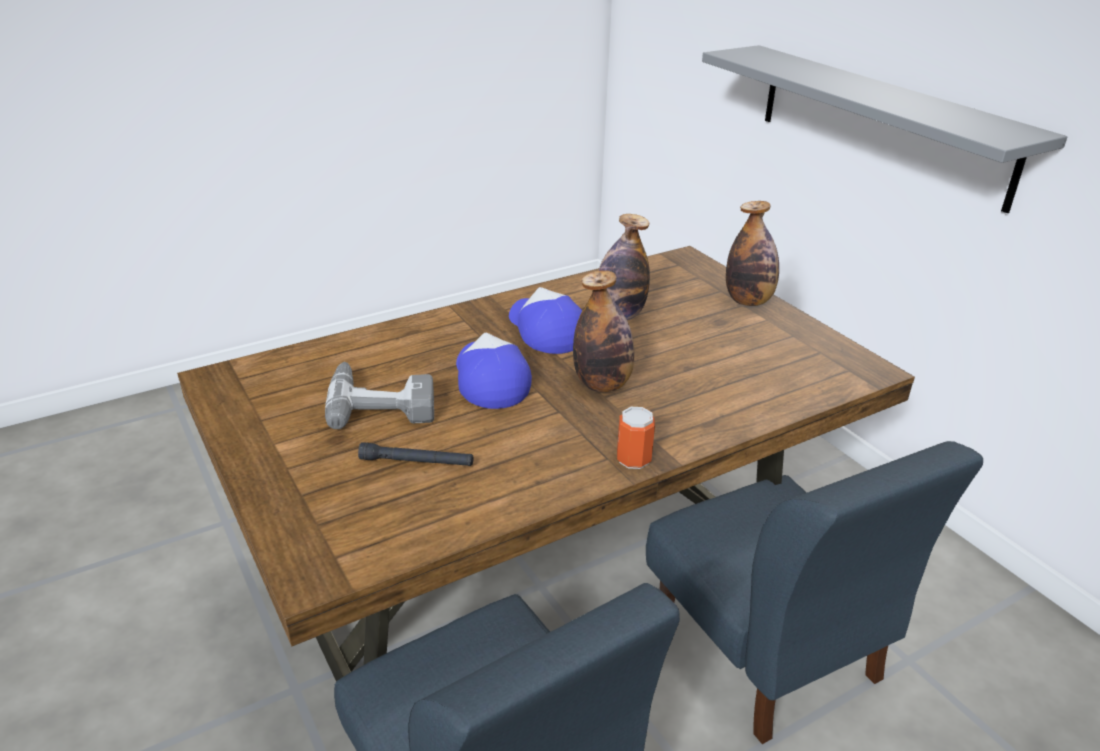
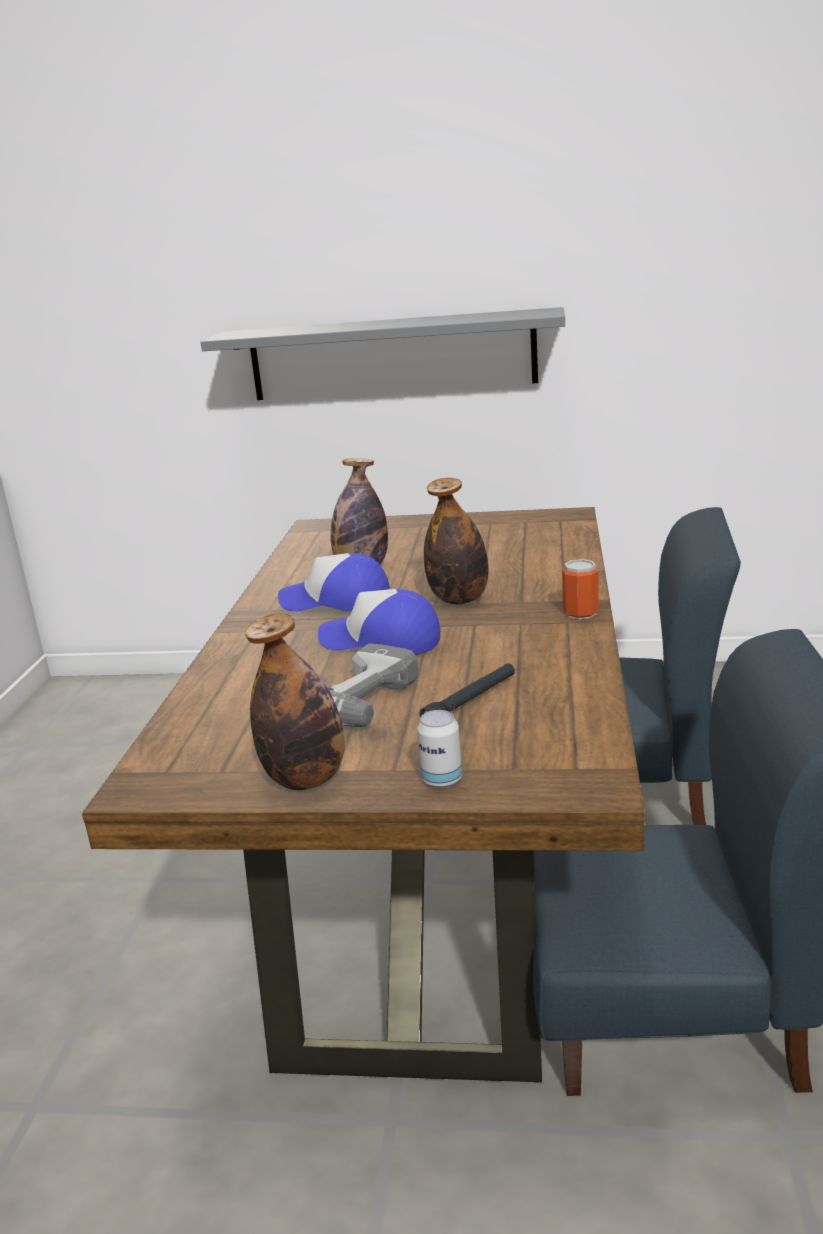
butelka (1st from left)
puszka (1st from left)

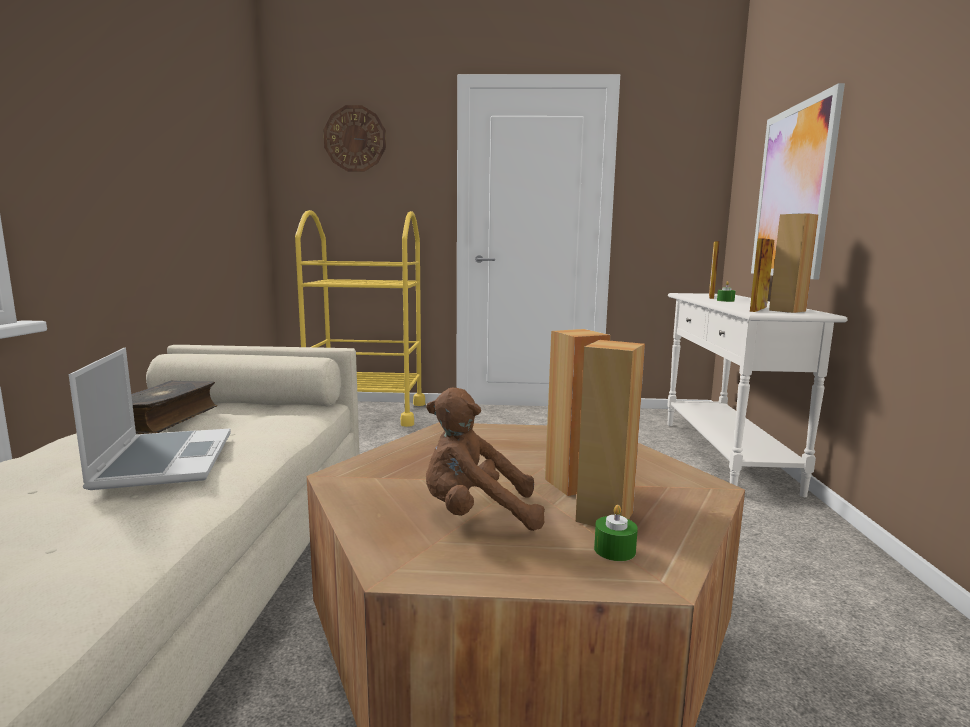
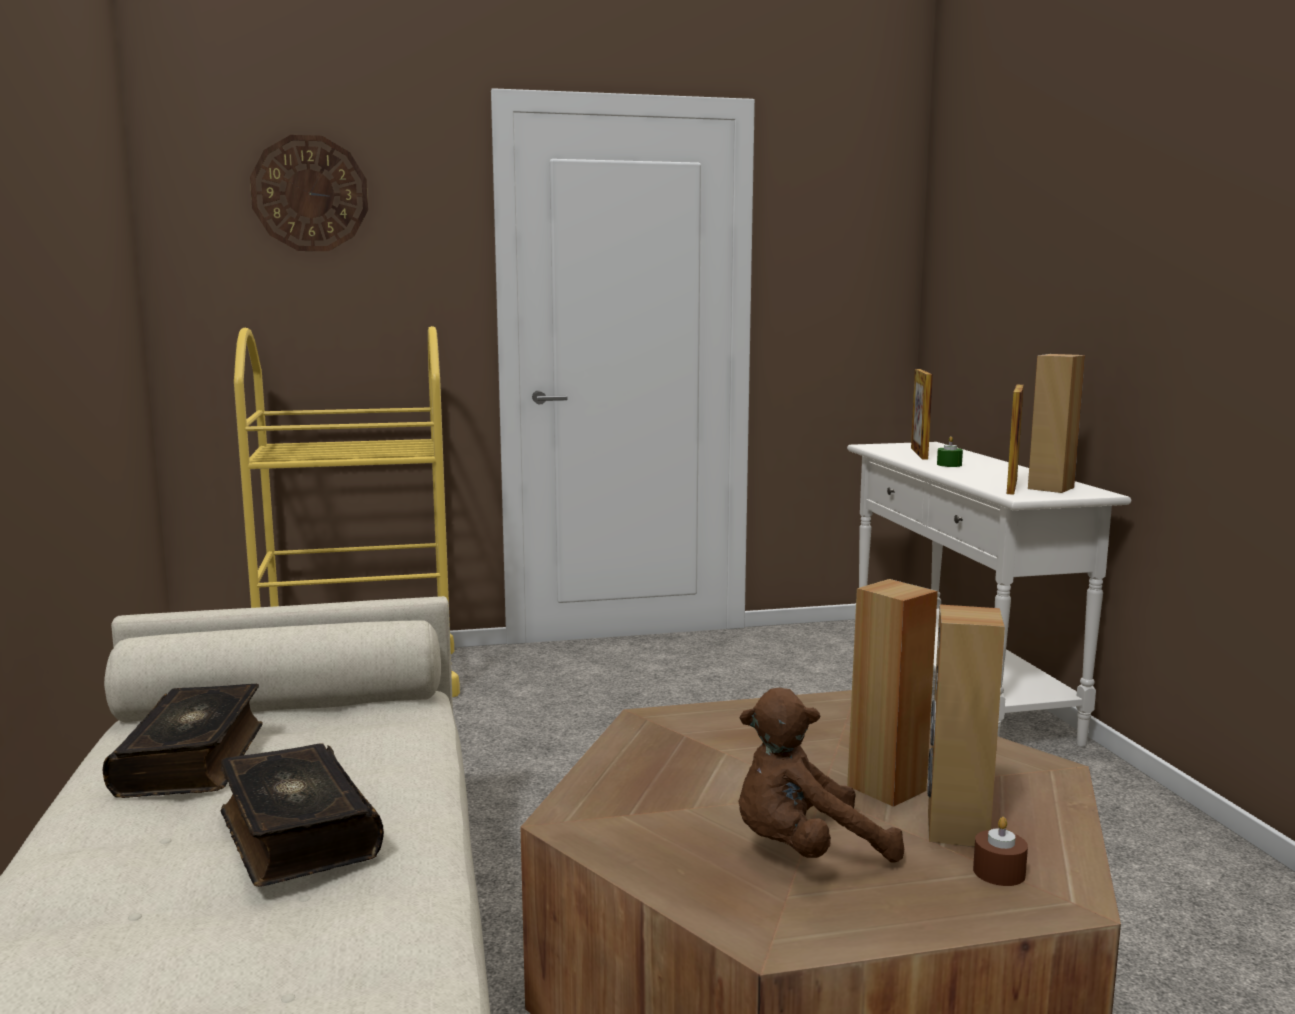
książka (2nd from left)
świeca/brązowy
obraz

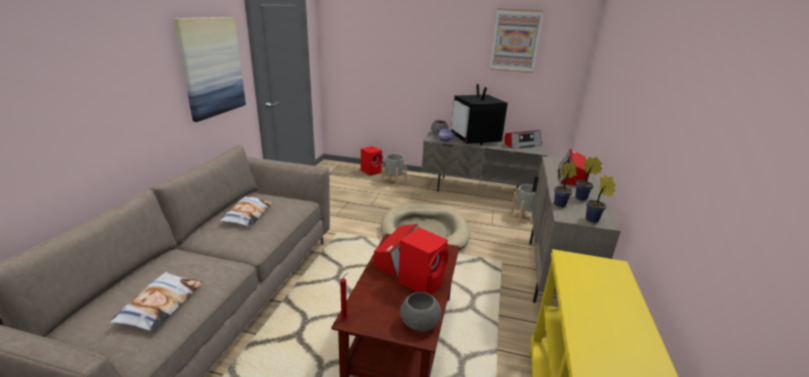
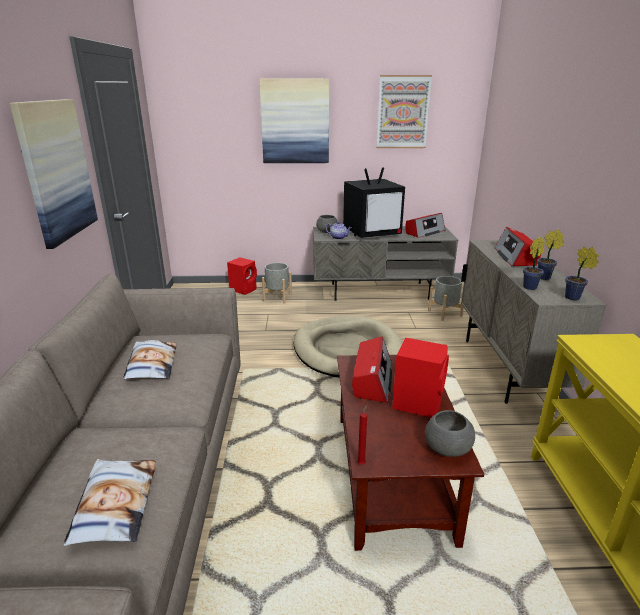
telewizor
obraz (2nd from left)

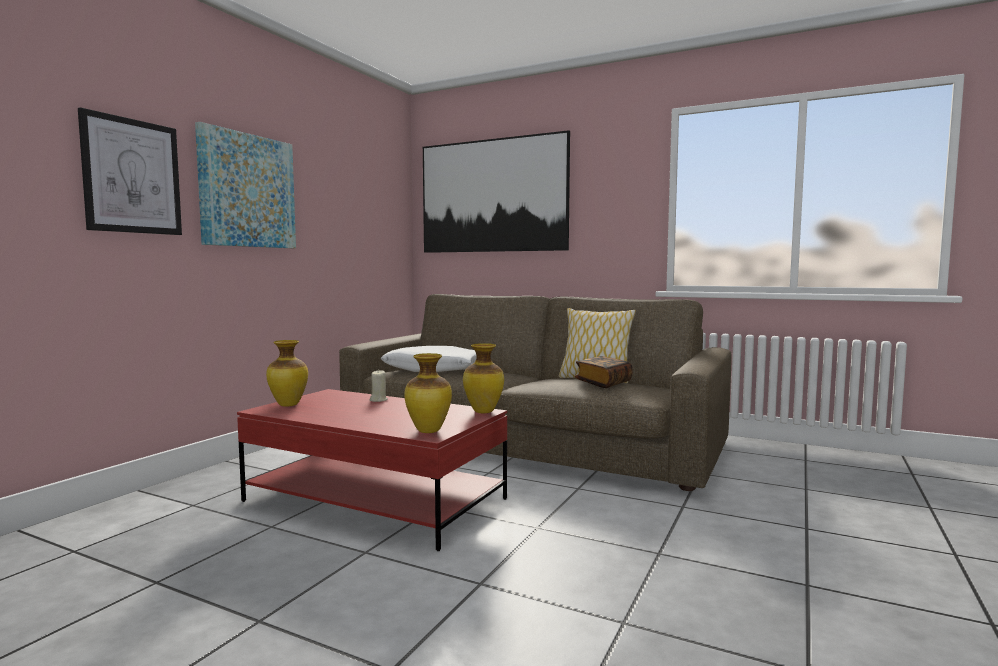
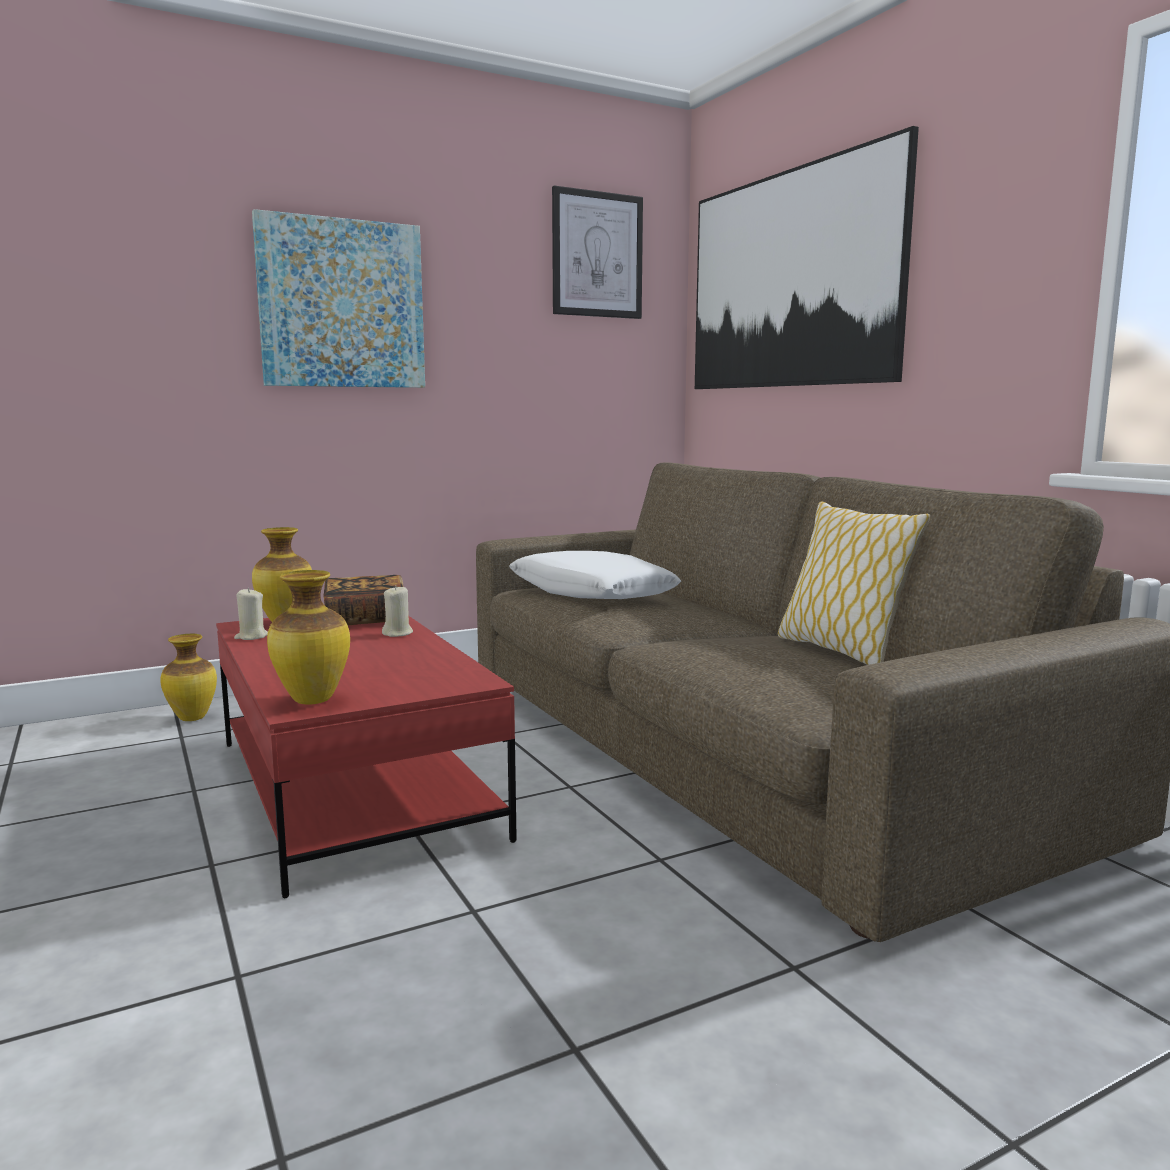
obraz (2nd from left)
wazon (1st from left)
książka
świeca/beżowy (1st from left)

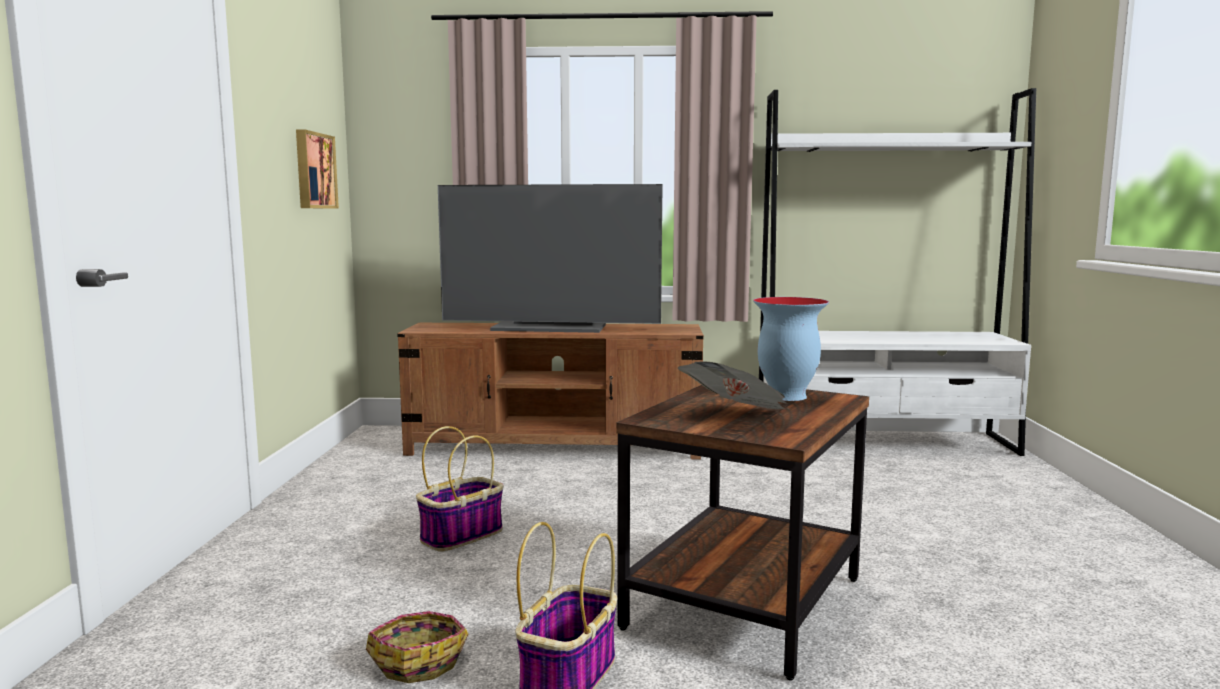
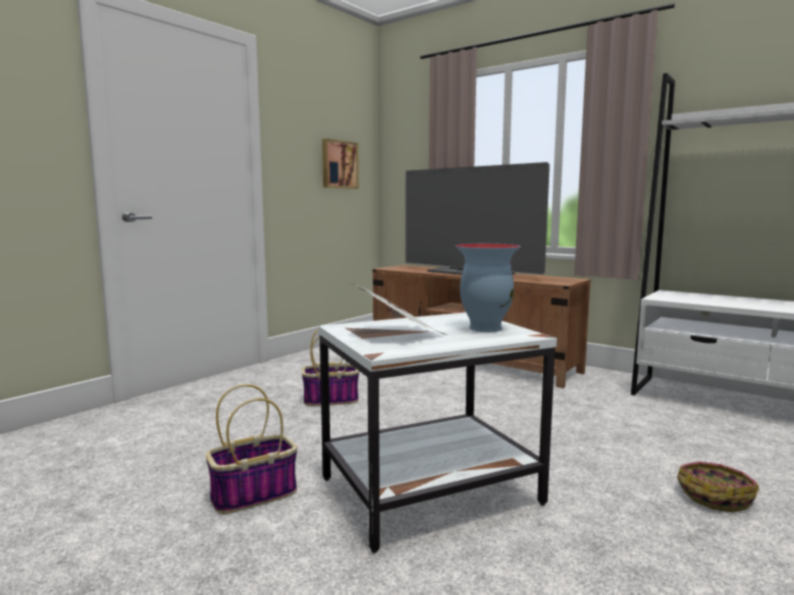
koszyk (3rd from left)
stolik/biały

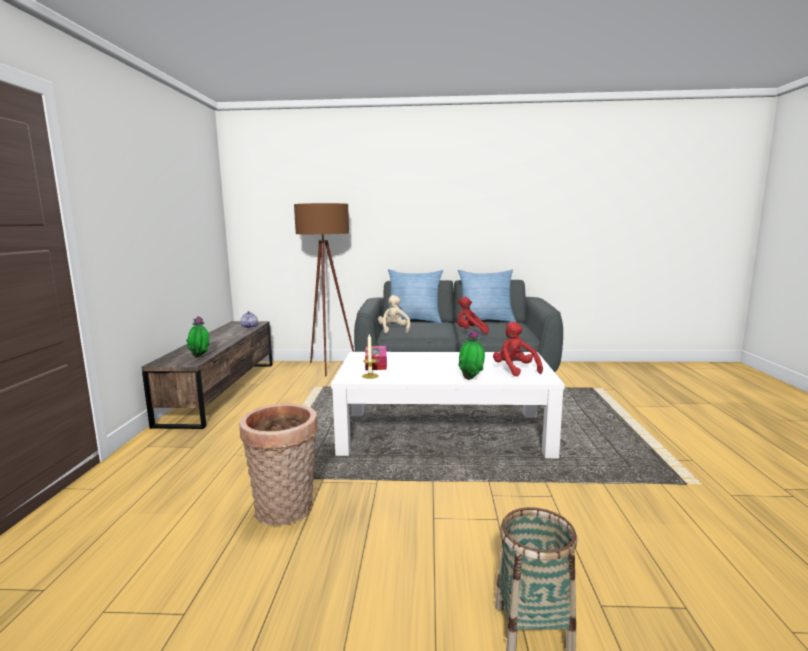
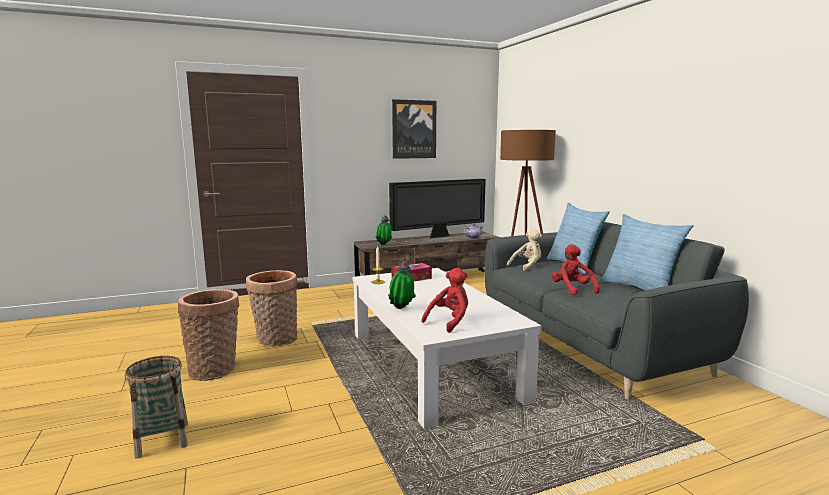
koszyk (2nd from left)
telewizor
obraz

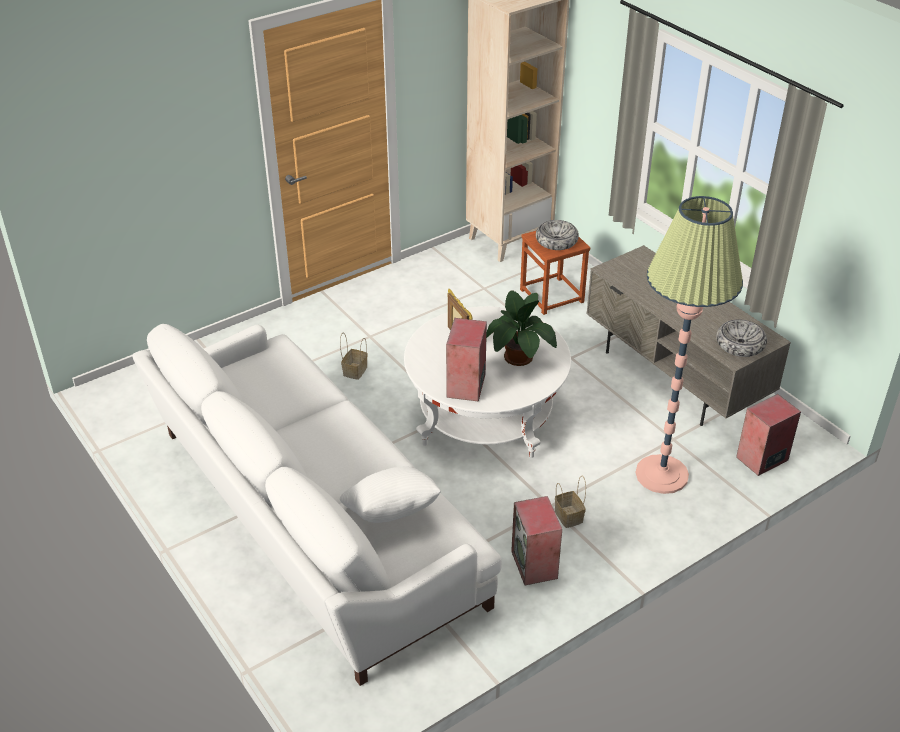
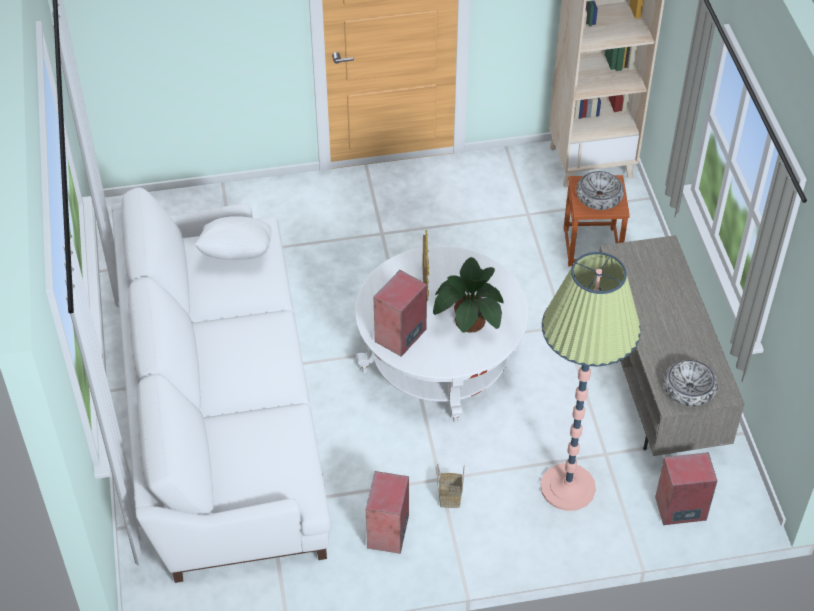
koszyk (1st from left in the first image)
poduszka/biały

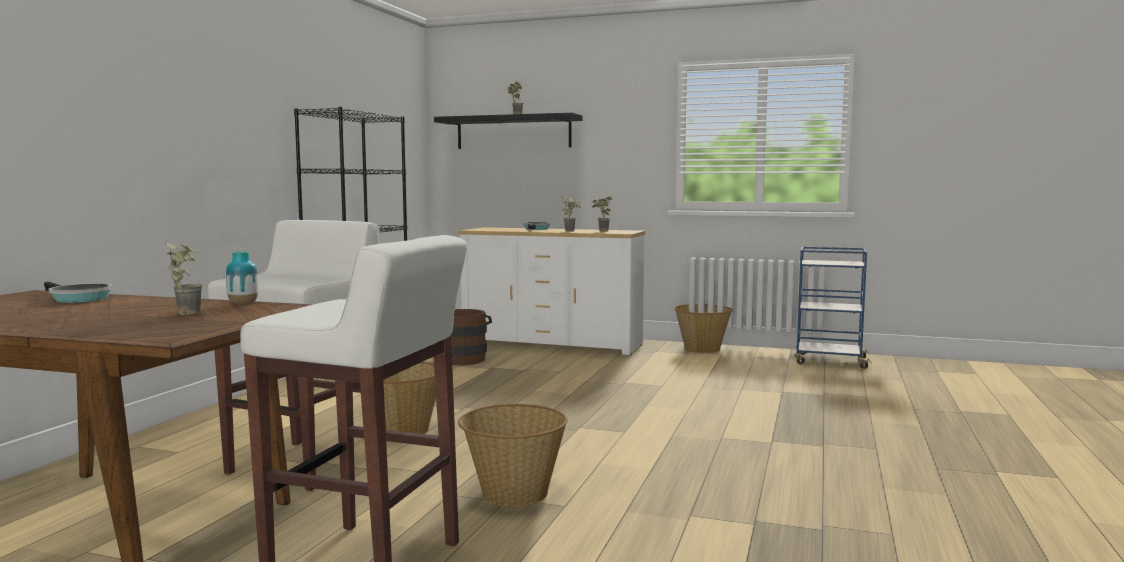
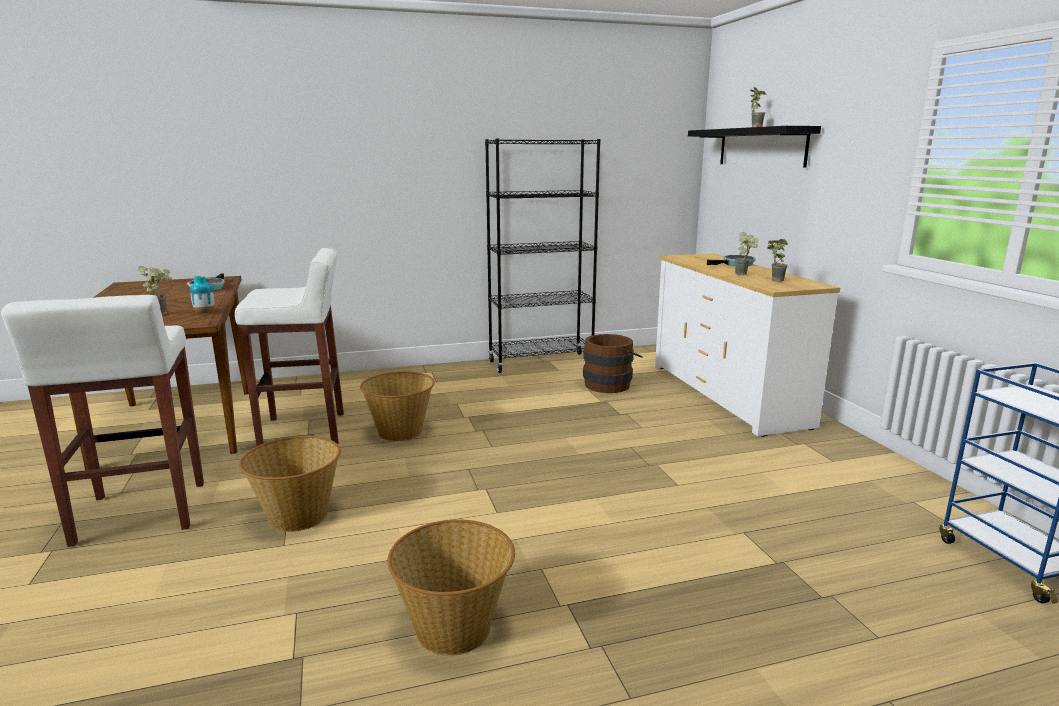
koszyk (3rd from left)

